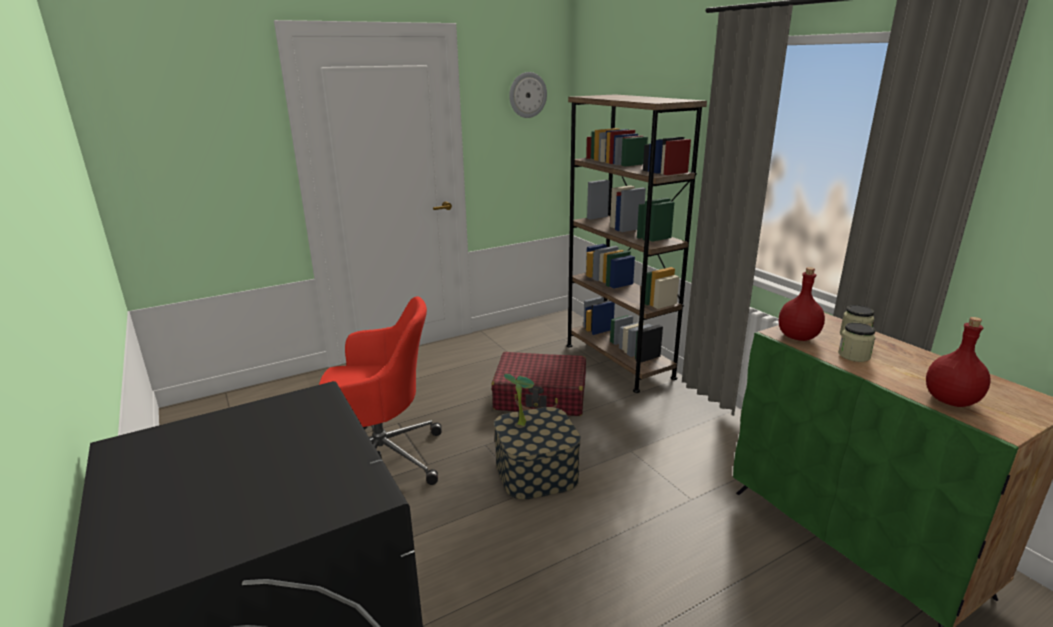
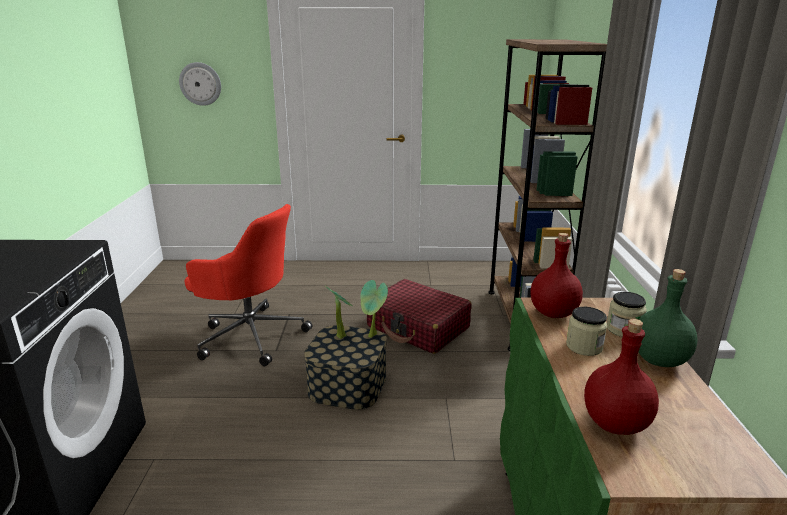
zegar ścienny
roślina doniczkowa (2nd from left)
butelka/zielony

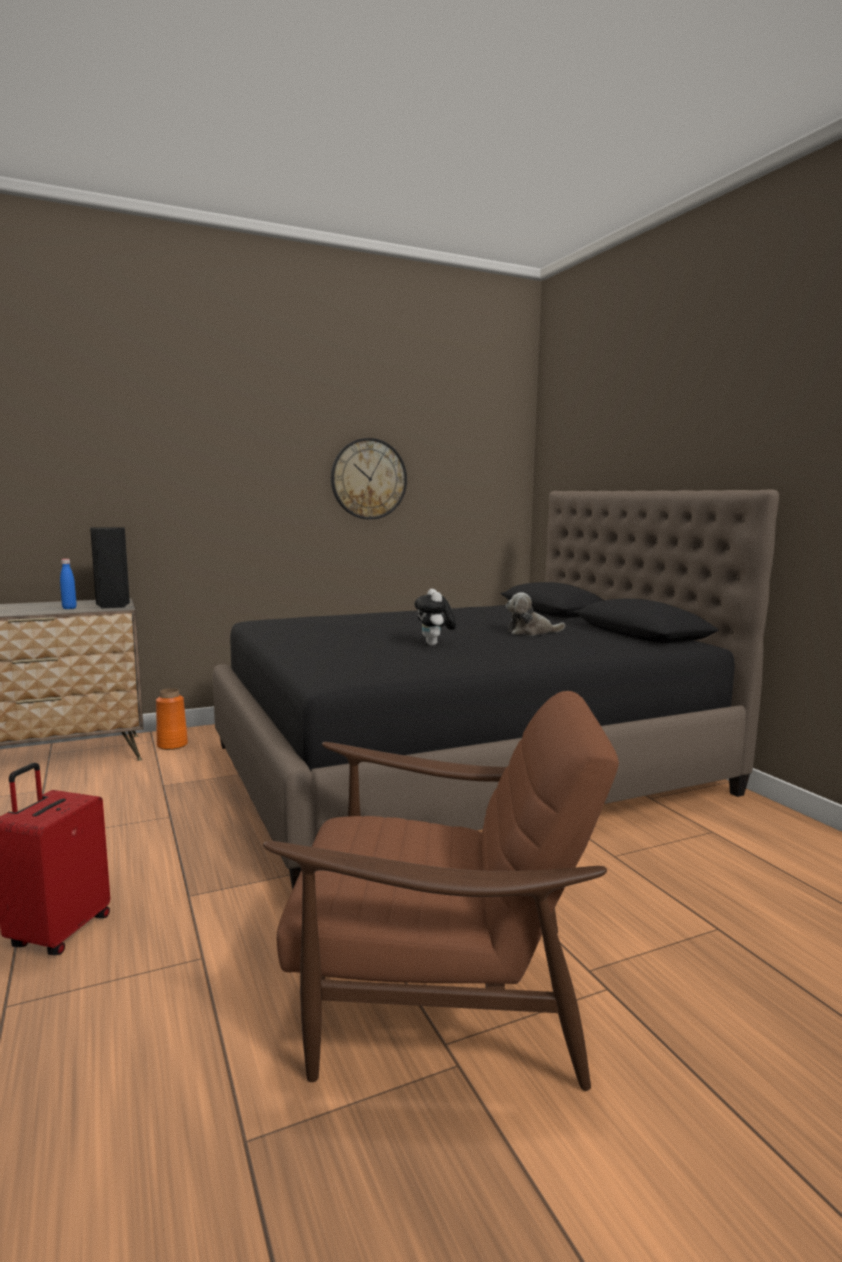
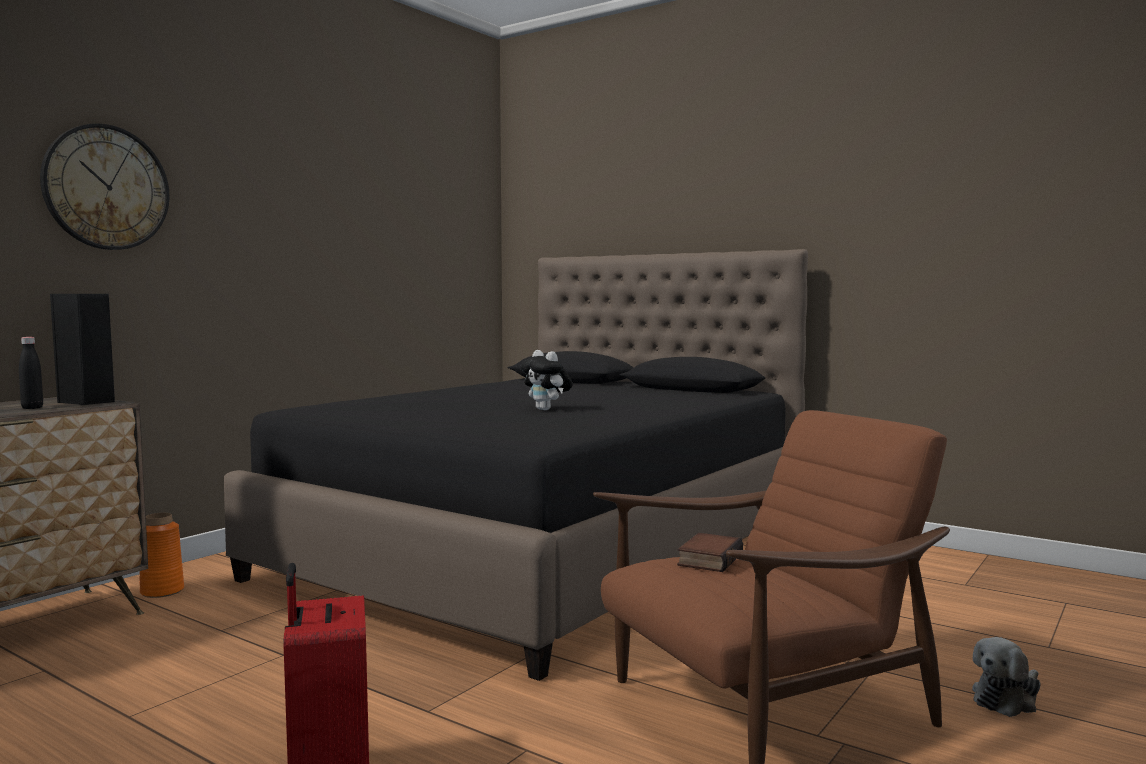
butelka/czarny
zegar ścienny
pluszak (2nd from left)
książka

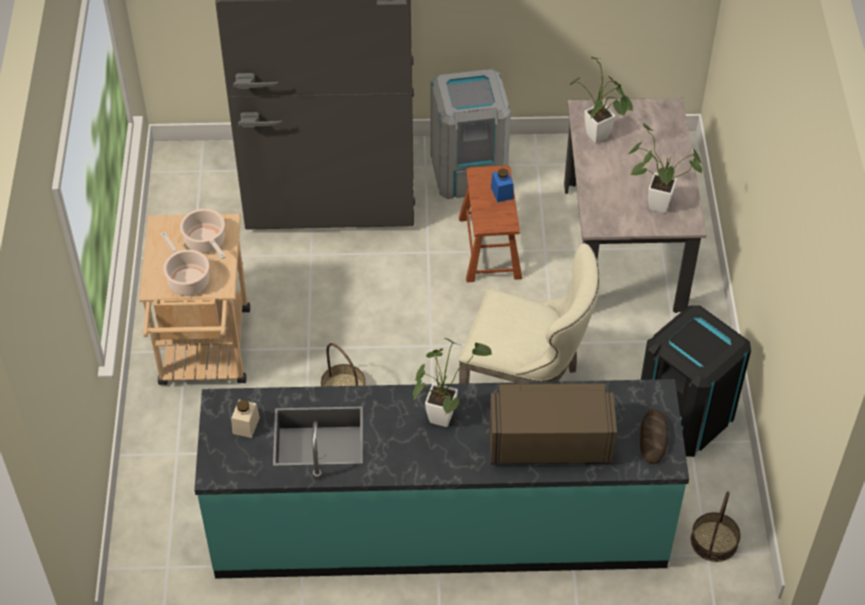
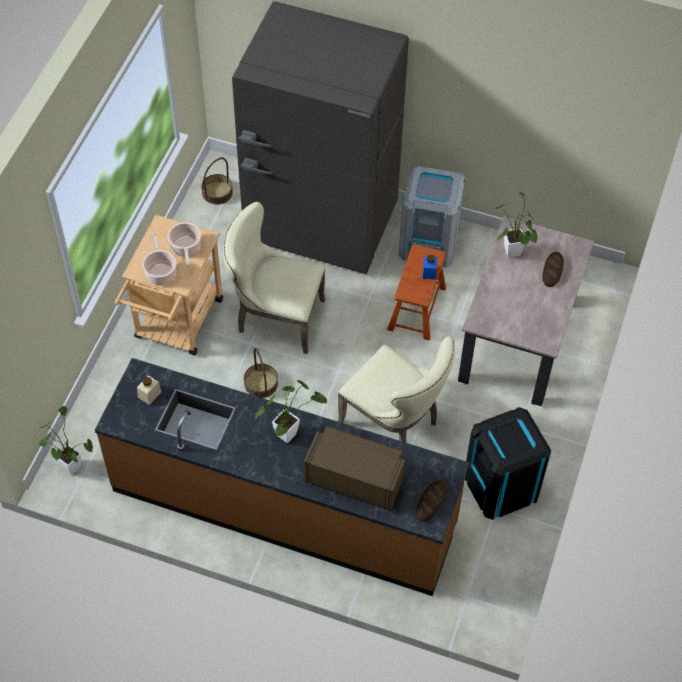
zabudowa kuchenna/brązowy
roślina doniczkowa (1st from left)
koszyk (1st from left)
krzesło/beżowy (1st from left)
chleb (2nd from left)

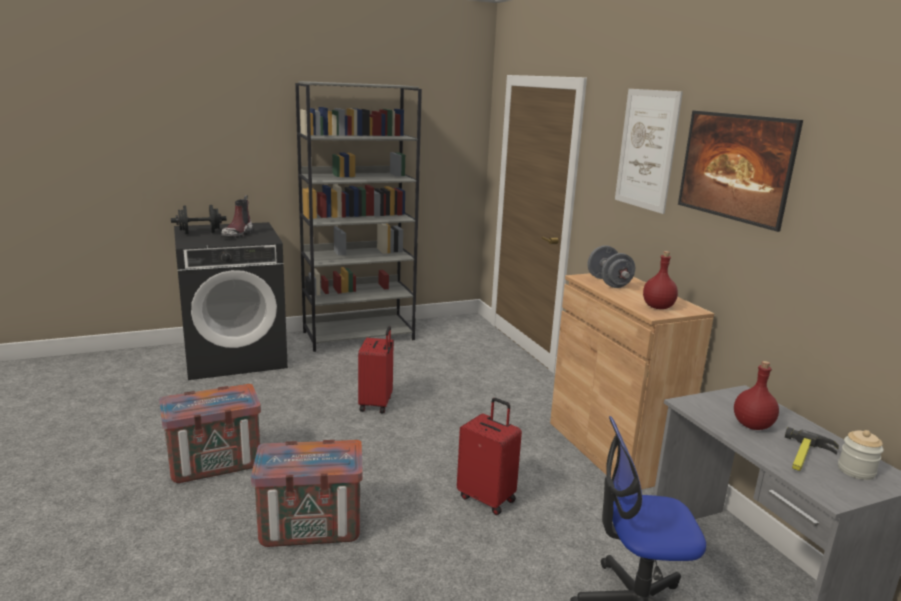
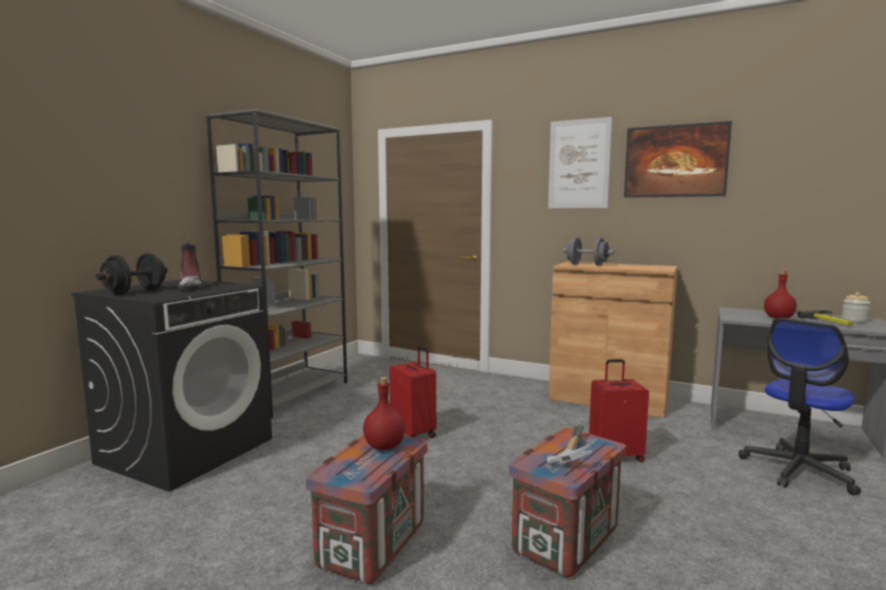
butelka/czerwony (1st from left)
młotek (1st from left)

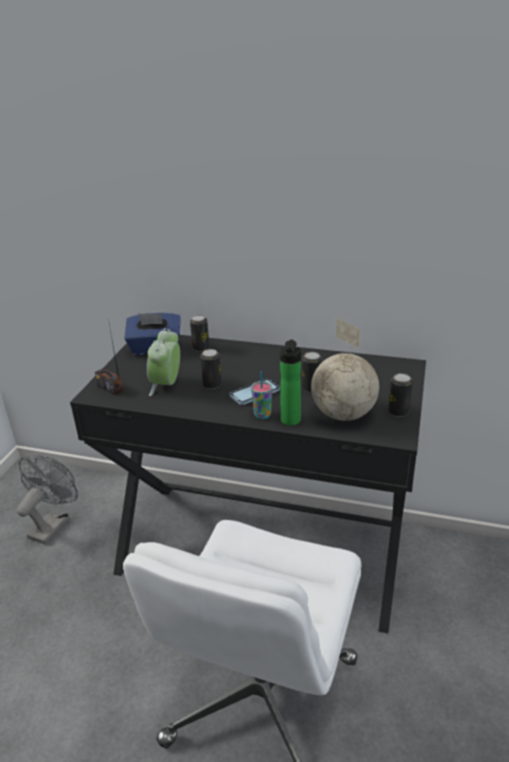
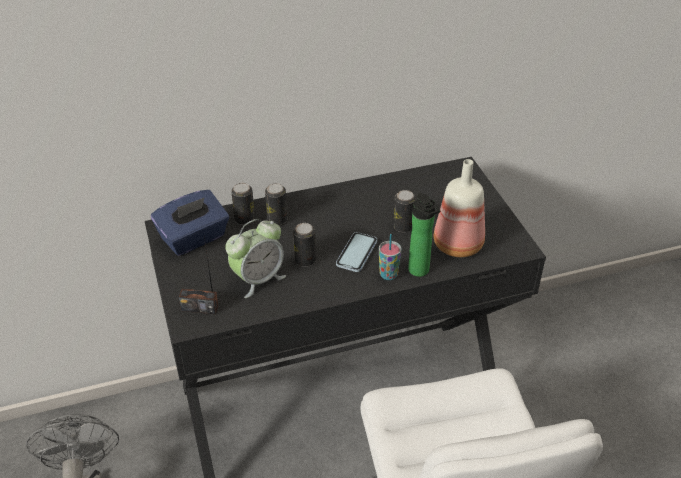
budzik
butelka (2nd from left)
puszka (2nd from left)

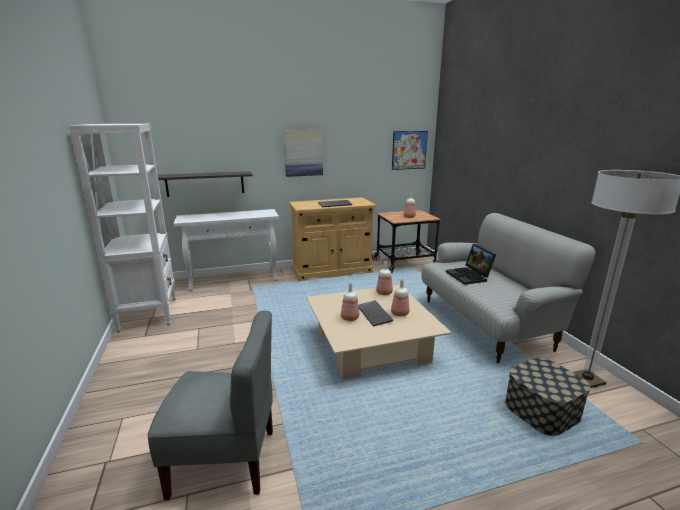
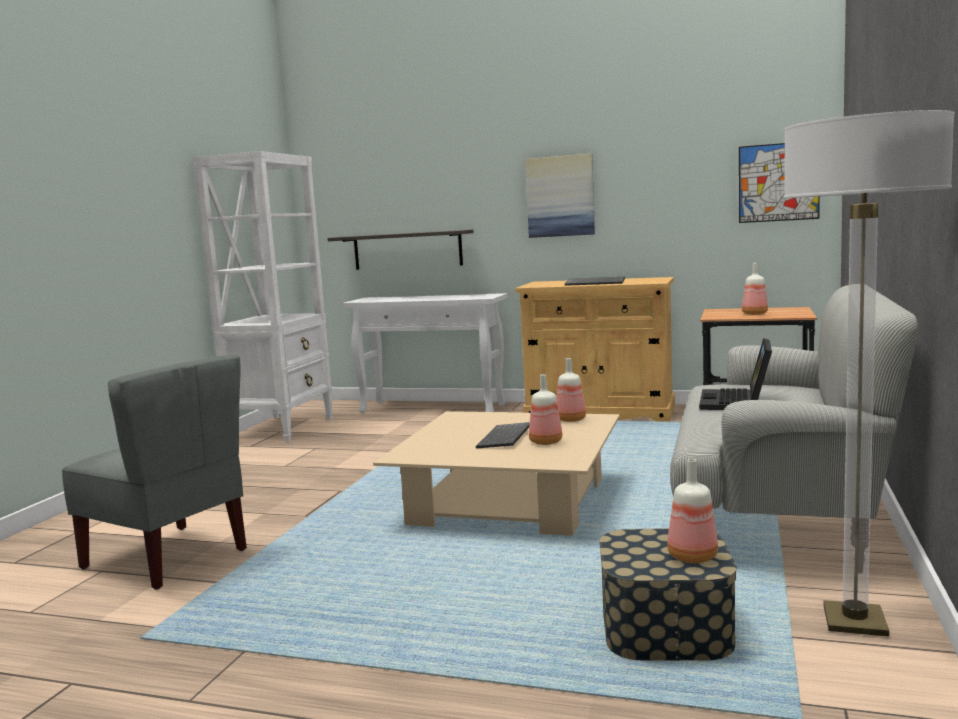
butelka (3rd from left)

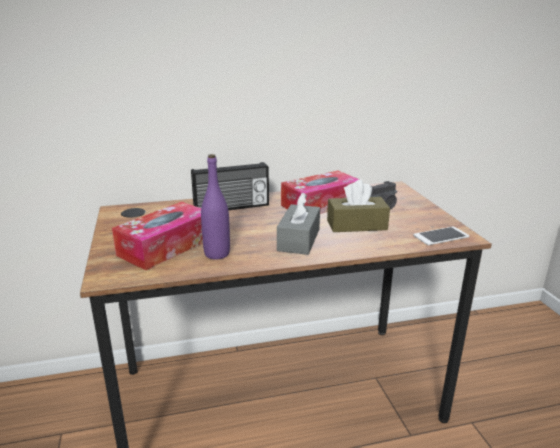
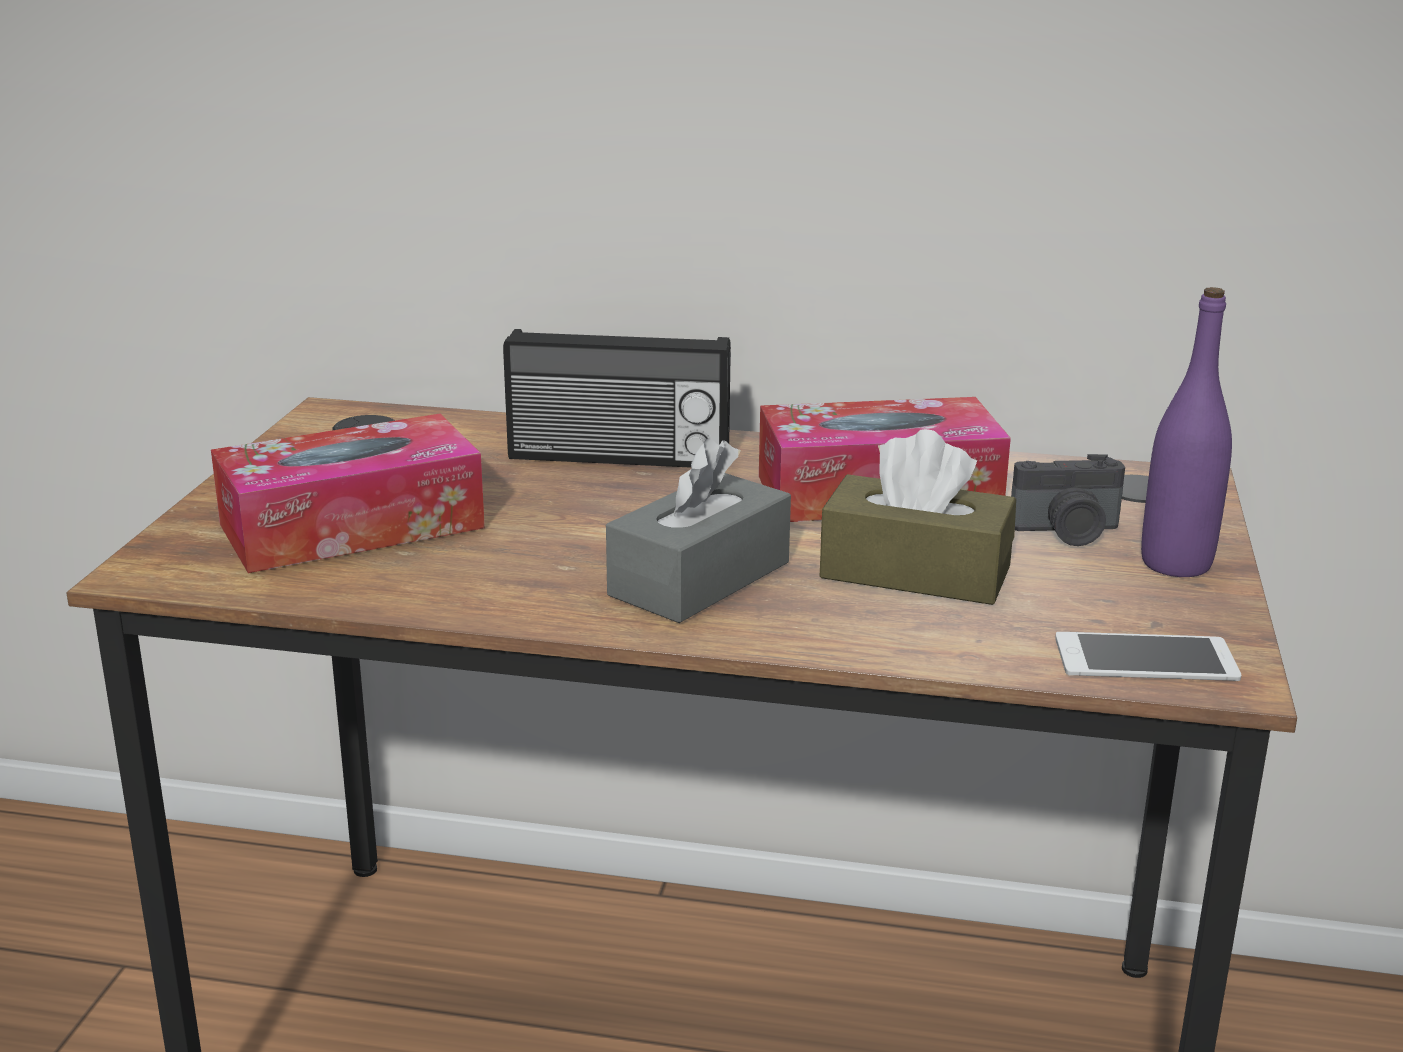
butelka/fioletowy

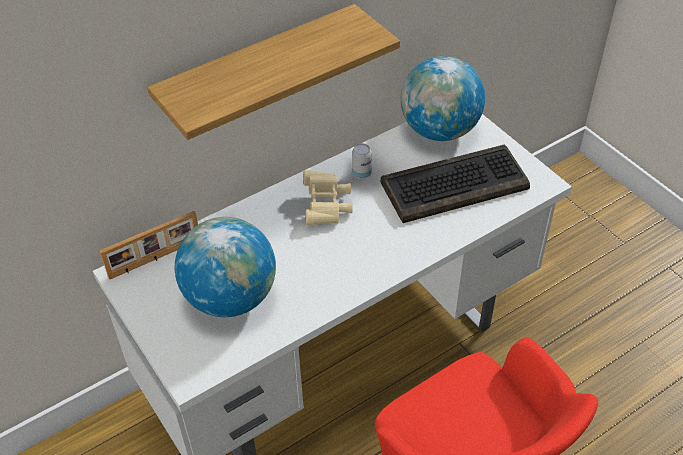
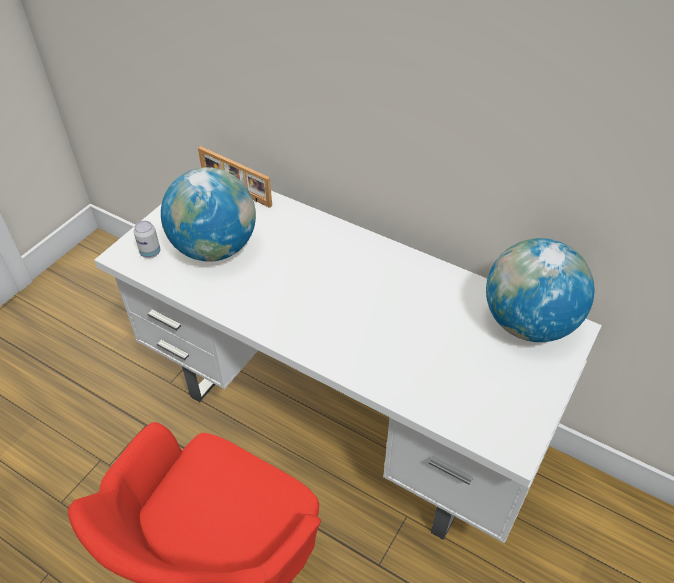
półka
lornetka/beżowy
puszka
klawiatura

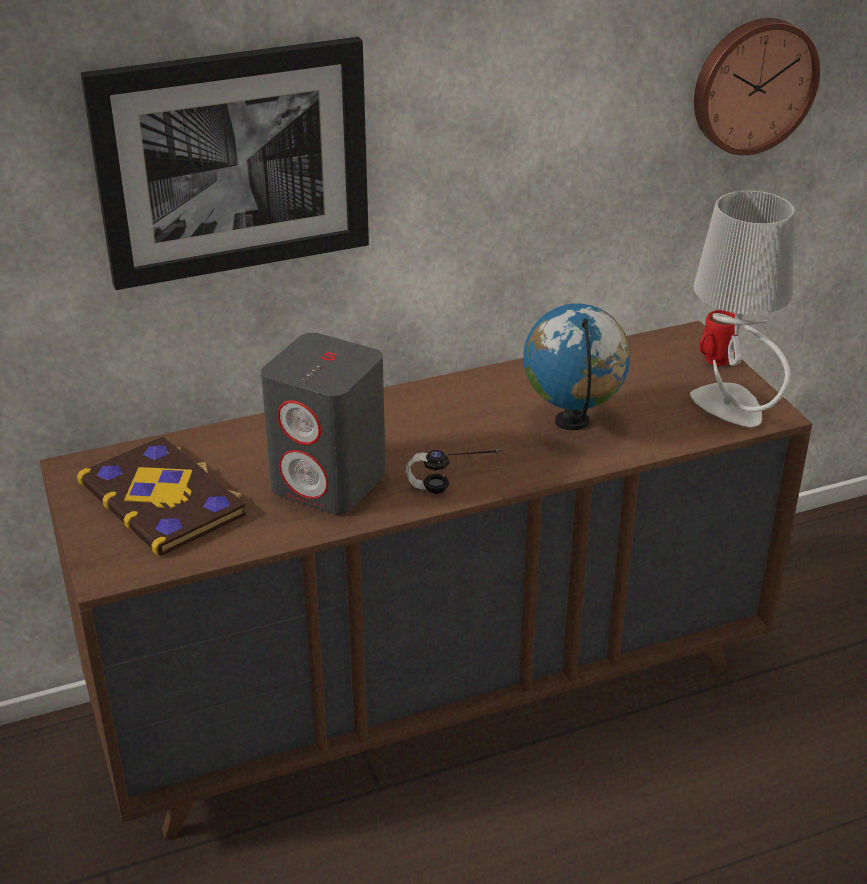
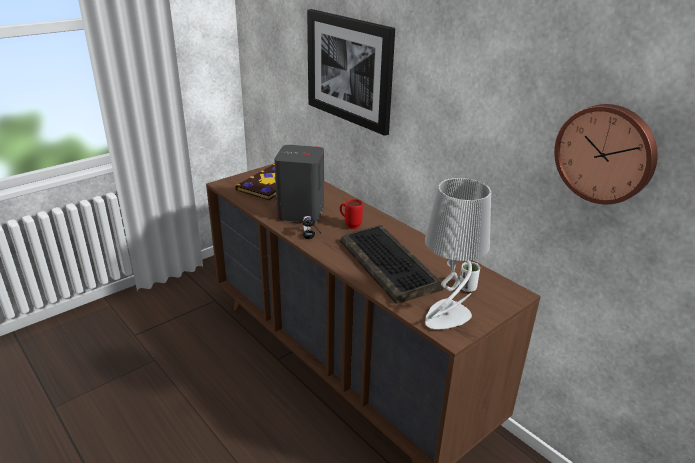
klawiatura
kubek/czerwony
filiżanka/biały

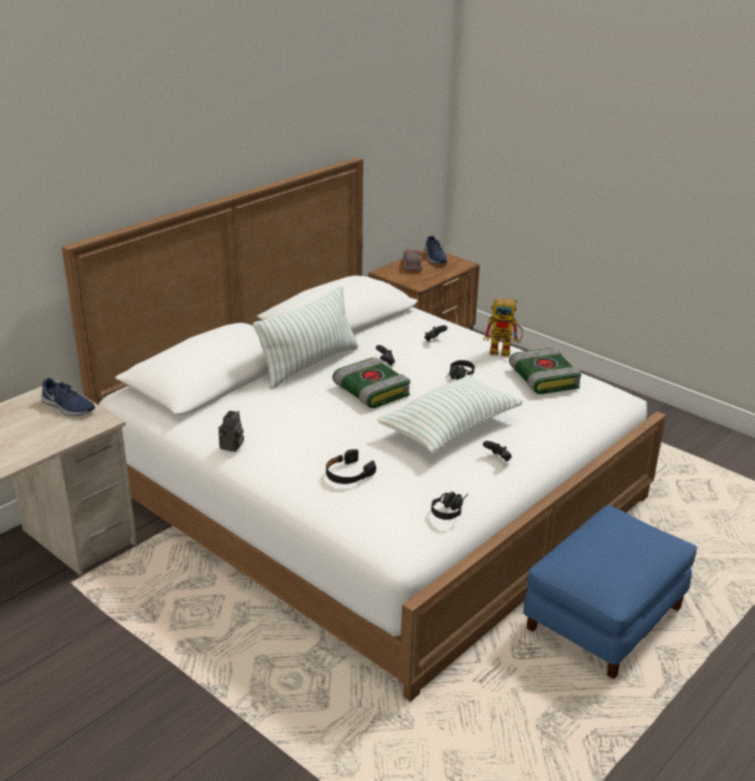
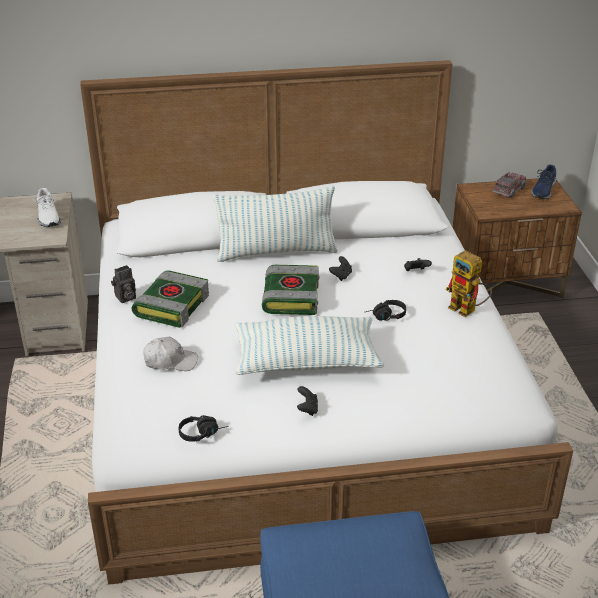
but/biały
czapka z daszkiem/biały
książka (1st from left)

